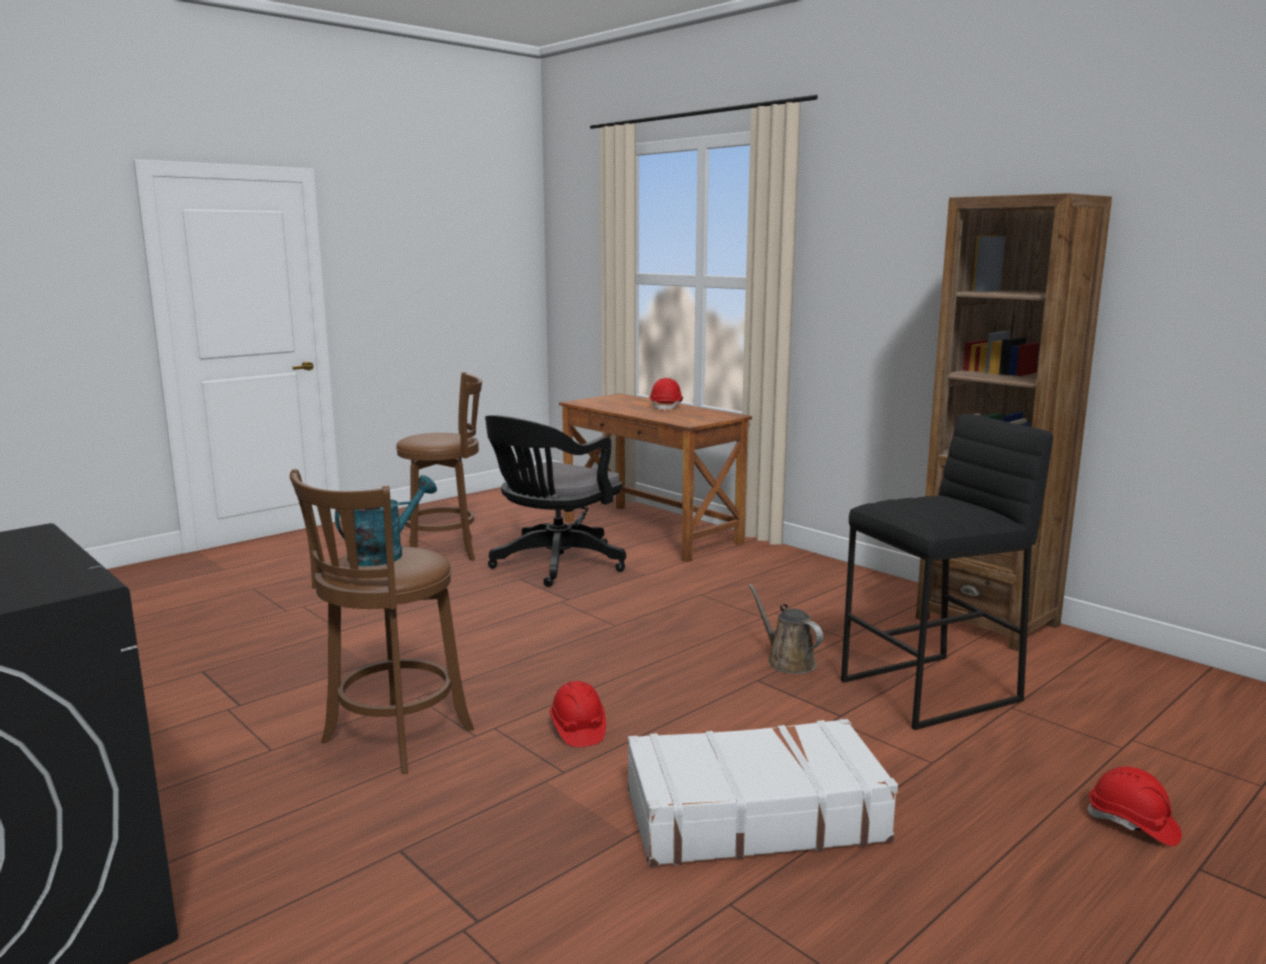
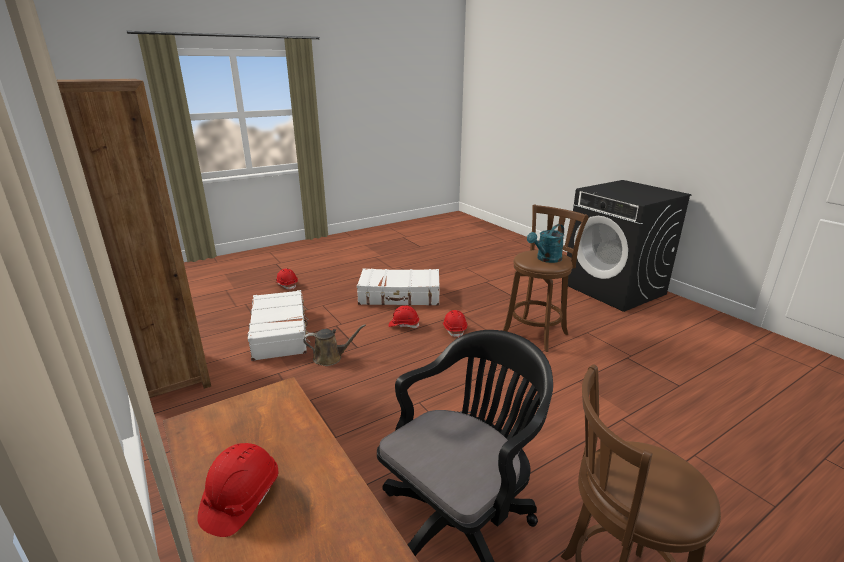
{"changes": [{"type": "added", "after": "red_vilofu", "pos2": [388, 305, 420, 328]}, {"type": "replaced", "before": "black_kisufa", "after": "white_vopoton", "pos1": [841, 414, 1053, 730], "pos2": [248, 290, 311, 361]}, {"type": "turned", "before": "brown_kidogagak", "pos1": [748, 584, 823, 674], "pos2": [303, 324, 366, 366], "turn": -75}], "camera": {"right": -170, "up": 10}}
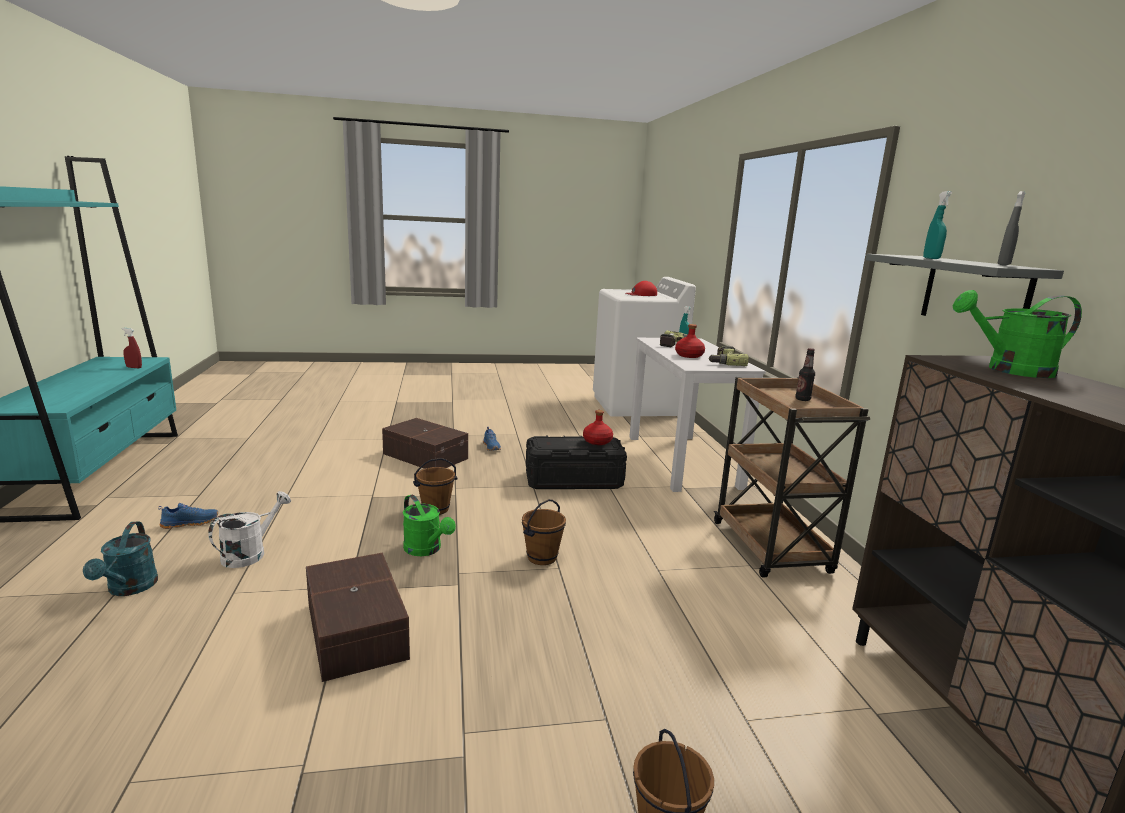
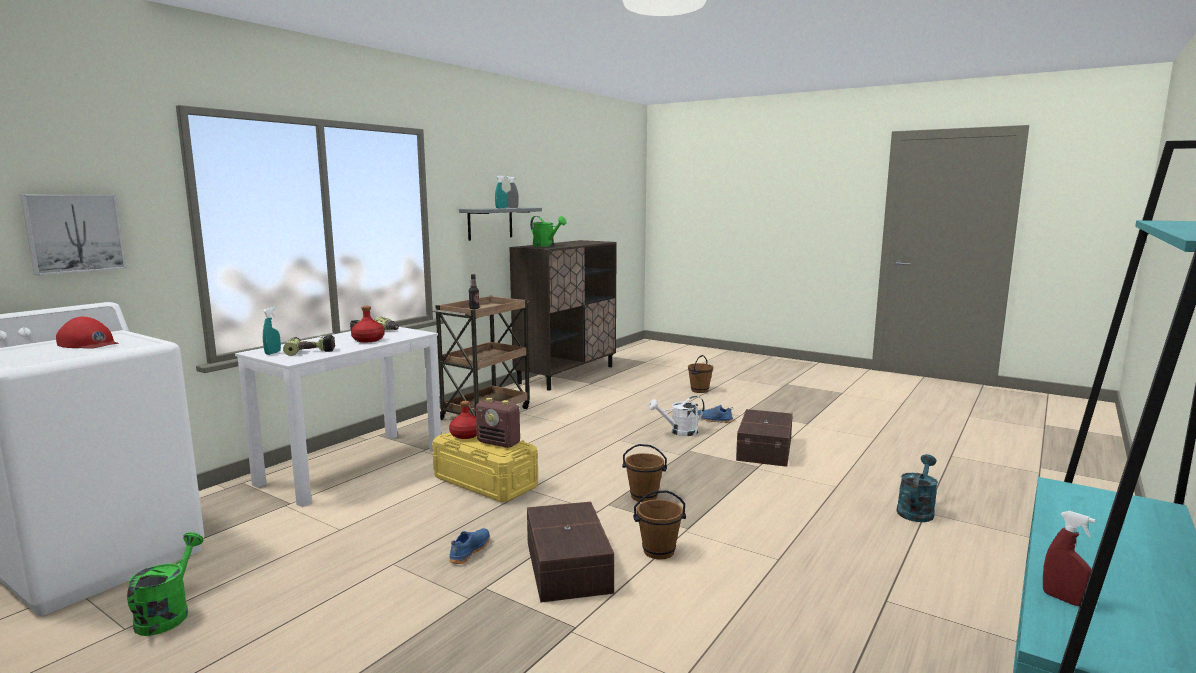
{"changes": [{"type": "added", "after": "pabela", "pos2": [20, 194, 126, 276]}, {"type": "added", "after": "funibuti", "pos2": [476, 398, 520, 448]}, {"type": "moved", "before": "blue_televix", "pos1": [158, 503, 218, 529], "pos2": [697, 405, 733, 423]}, {"type": "moved", "before": "white_kidogagak", "pos1": [208, 491, 291, 568], "pos2": [649, 396, 705, 436]}, {"type": "moved", "before": "green_kidogagak", "pos1": [403, 495, 456, 556], "pos2": [127, 532, 204, 636]}, {"type": "moved", "before": "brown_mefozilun", "pos1": [522, 499, 566, 565], "pos2": [633, 490, 686, 559]}, {"type": "recoloured", "before": "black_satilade", "after": "yellow_satilade", "pos1": [526, 436, 627, 489], "pos2": [432, 432, 538, 502]}], "camera": {"right": -135, "up": -5}}
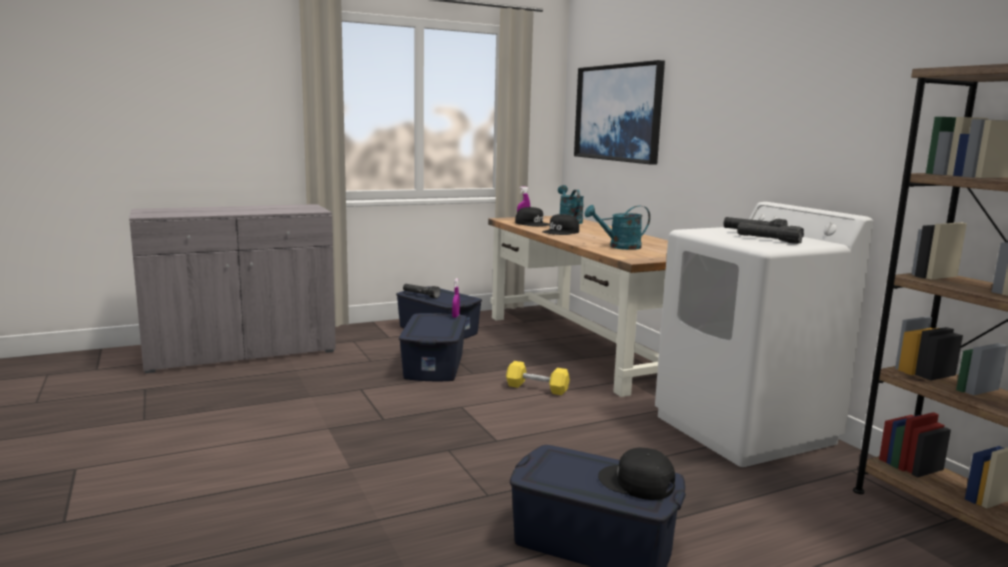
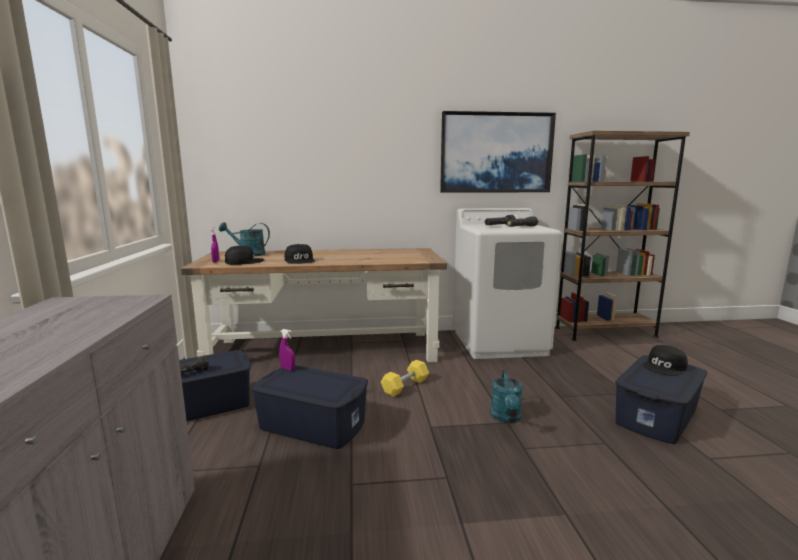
{"changes": [{"type": "moved", "before": "pabela", "pos1": [574, 60, 665, 165], "pos2": [440, 111, 556, 193]}, {"type": "moved", "before": "turquoise_kidogagak", "pos1": [585, 205, 650, 250], "pos2": [491, 369, 523, 423]}], "camera": {"right": -70, "up": 0}}
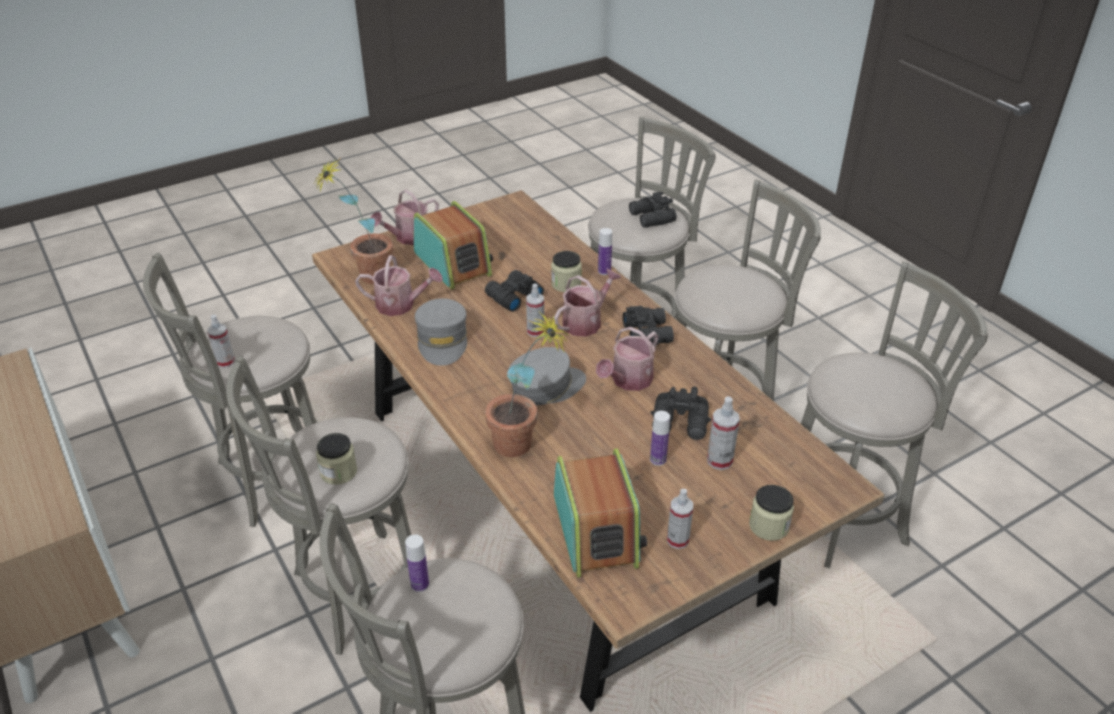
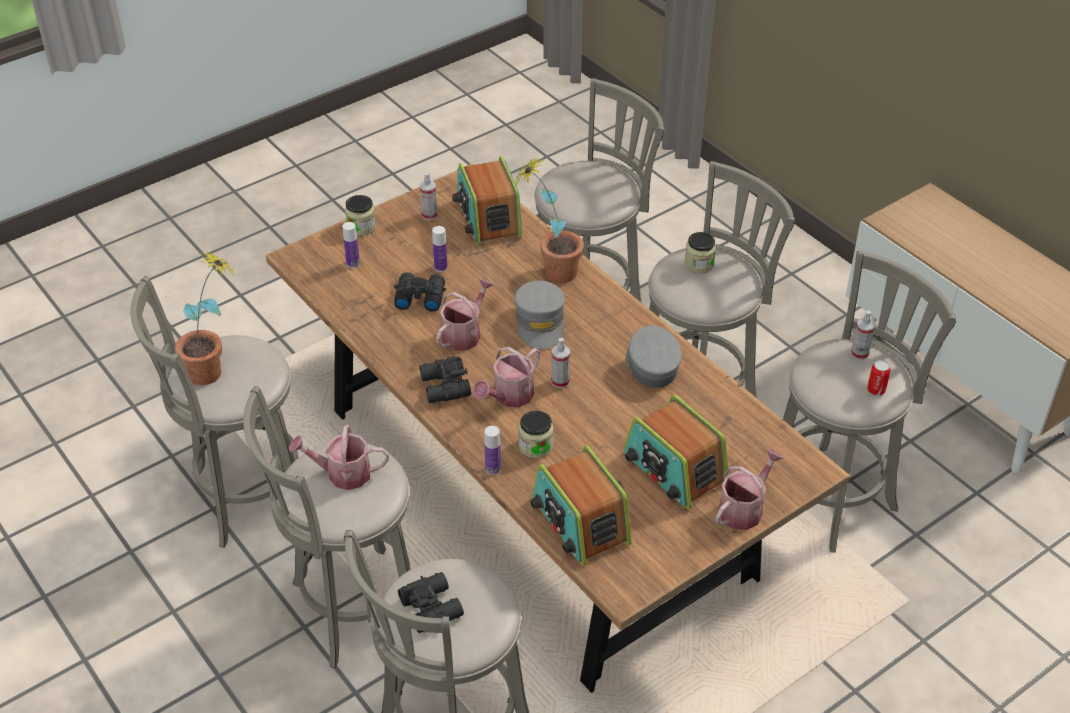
{"changes": [{"type": "removed", "before": "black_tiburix", "pos1": [485, 270, 544, 312]}, {"type": "removed", "before": "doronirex", "pos1": [707, 396, 740, 470]}, {"type": "added", "after": "funibuti", "pos2": [530, 445, 631, 565]}, {"type": "added", "after": "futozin", "pos2": [867, 360, 891, 395]}, {"type": "moved", "before": "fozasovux", "pos1": [313, 159, 393, 284], "pos2": [175, 250, 235, 385]}, {"type": "moved", "before": "kidogagak", "pos1": [355, 255, 443, 316], "pos2": [289, 425, 389, 490]}, {"type": "moved", "before": "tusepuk", "pos1": [405, 534, 429, 592], "pos2": [342, 222, 360, 268]}, {"type": "turned", "before": "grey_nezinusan", "pos1": [509, 347, 586, 405], "pos2": [515, 280, 565, 350], "turn": -60}], "camera": {"right": 175, "up": 5}}
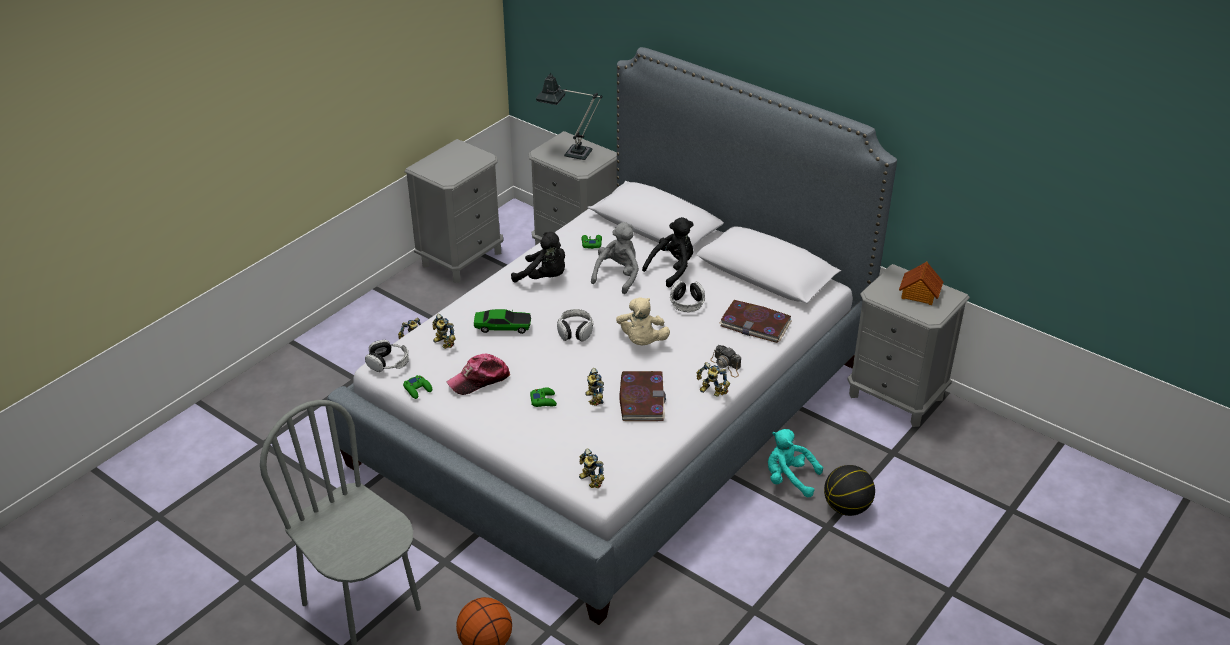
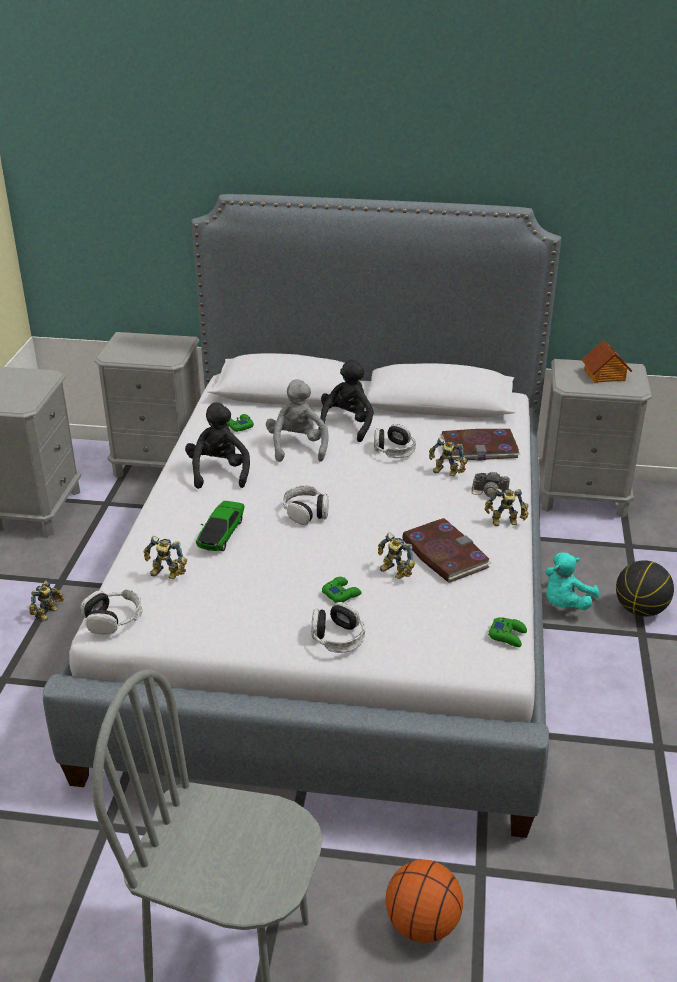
{"changes": [{"type": "removed", "before": "nezinusan", "pos1": [447, 354, 510, 395]}, {"type": "removed", "before": "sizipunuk", "pos1": [536, 73, 602, 160]}, {"type": "removed", "before": "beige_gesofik", "pos1": [616, 297, 670, 345]}, {"type": "added", "after": "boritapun", "pos2": [311, 602, 365, 653]}, {"type": "moved", "before": "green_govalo", "pos1": [403, 375, 432, 399], "pos2": [488, 617, 527, 647]}, {"type": "moved", "before": "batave", "pos1": [579, 449, 605, 488], "pos2": [429, 438, 467, 476]}, {"type": "turned", "before": "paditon", "pos1": [474, 309, 531, 334], "pos2": [196, 501, 245, 551], "turn": 135}, {"type": "turned", "before": "black_gesofik", "pos1": [511, 232, 565, 283], "pos2": [185, 402, 250, 489], "turn": -90}, {"type": "turned", "before": "turquoise_gesofik", "pos1": [768, 429, 823, 498], "pos2": [545, 553, 599, 610], "turn": -45}], "camera": {"right": -30, "up": -5}}
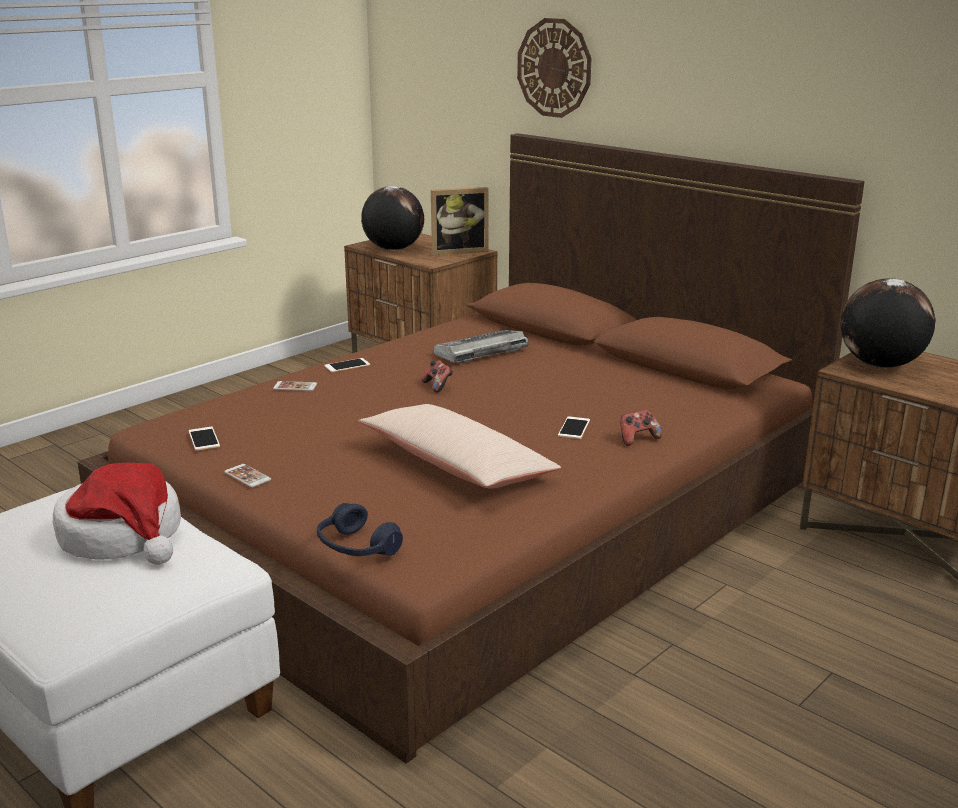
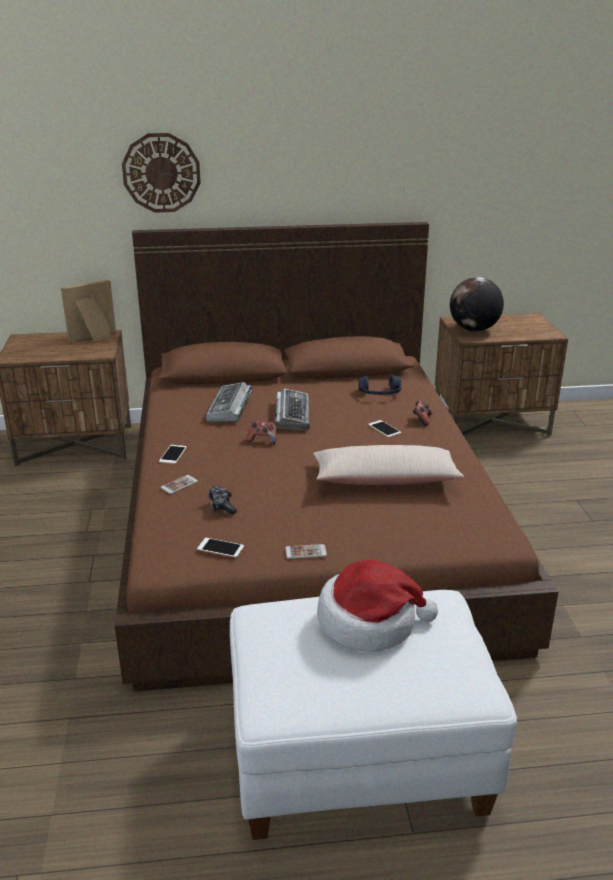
{"changes": [{"type": "removed", "before": "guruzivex", "pos1": [361, 186, 424, 250]}, {"type": "added", "after": "govalo", "pos2": [208, 486, 237, 515]}, {"type": "added", "after": "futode", "pos2": [274, 388, 310, 430]}, {"type": "moved", "before": "blue_boritapun", "pos1": [317, 503, 403, 556], "pos2": [359, 375, 401, 395]}, {"type": "turned", "before": "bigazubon", "pos1": [431, 187, 489, 255], "pos2": [61, 280, 116, 343], "turn": -150}], "camera": {"right": -50, "up": 5}}
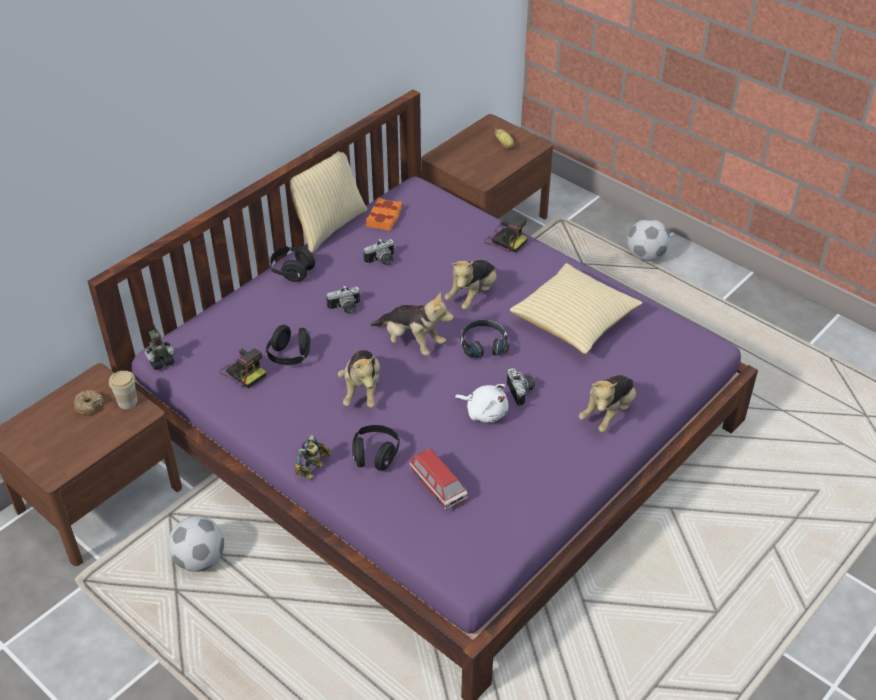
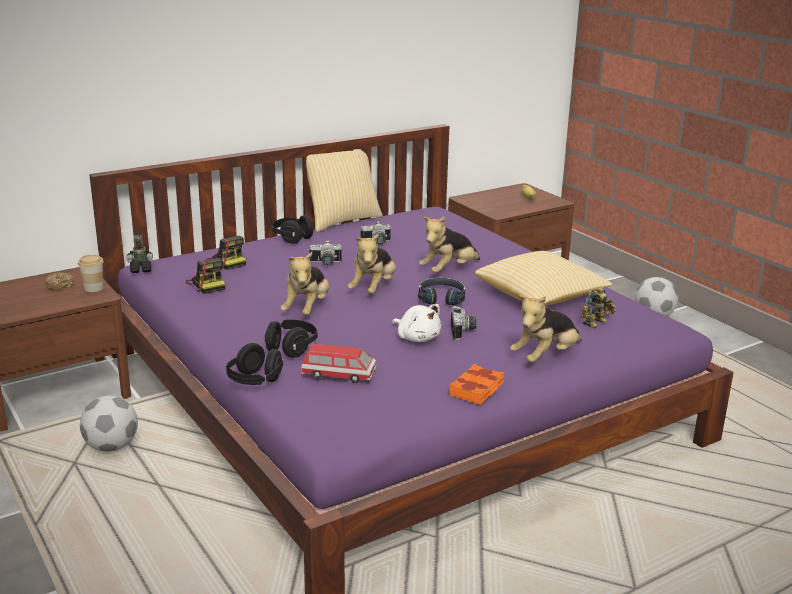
{"changes": [{"type": "moved", "before": "black_boritapun", "pos1": [265, 325, 310, 365], "pos2": [226, 343, 283, 385]}, {"type": "moved", "before": "batave", "pos1": [294, 435, 331, 481], "pos2": [581, 287, 616, 328]}, {"type": "moved", "before": "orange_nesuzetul", "pos1": [366, 198, 402, 231], "pos2": [449, 364, 504, 405]}, {"type": "moved", "before": "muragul", "pos1": [484, 217, 528, 253], "pos2": [206, 236, 246, 270]}, {"type": "turned", "before": "gesofik", "pos1": [370, 292, 454, 356], "pos2": [348, 233, 396, 294], "turn": 60}, {"type": "turned", "before": "paditon", "pos1": [410, 448, 469, 510], "pos2": [301, 344, 377, 383], "turn": -60}], "camera": {"right": 15, "up": -20}}
